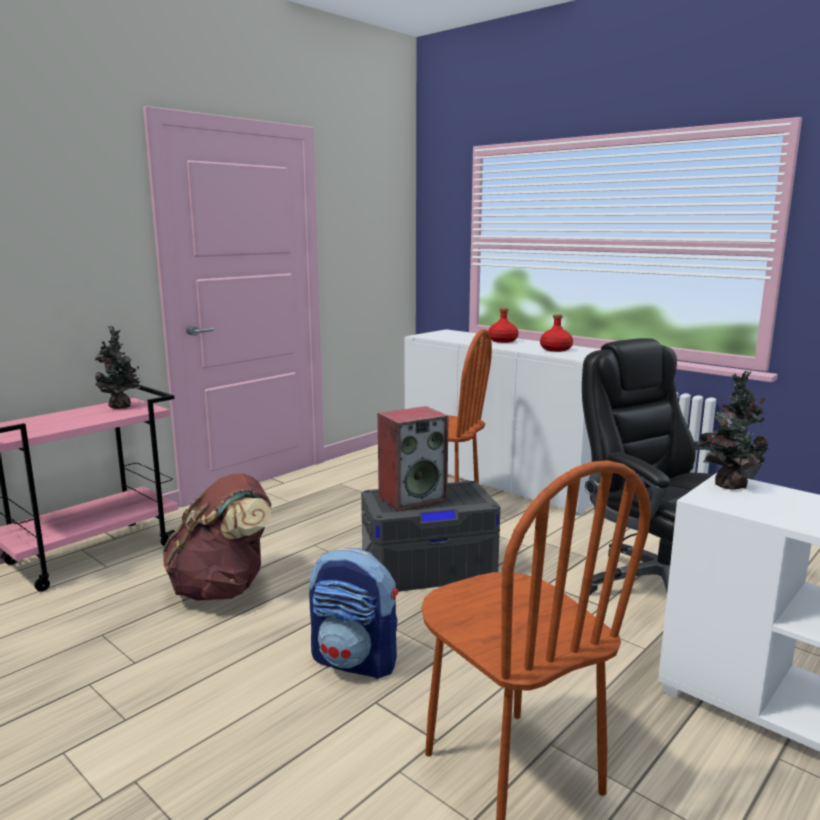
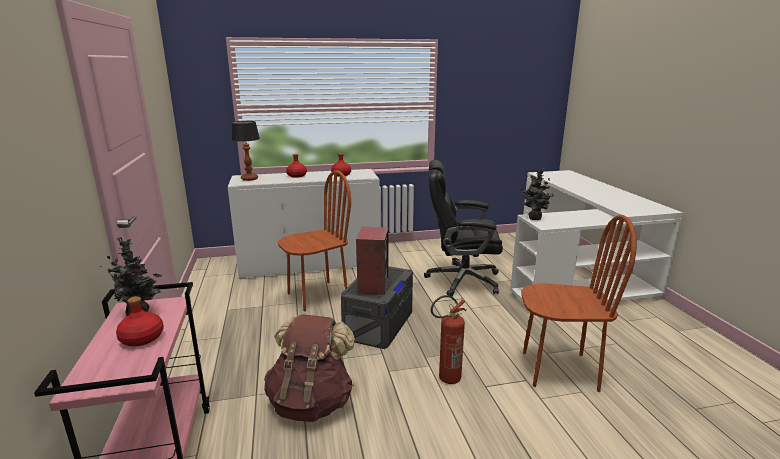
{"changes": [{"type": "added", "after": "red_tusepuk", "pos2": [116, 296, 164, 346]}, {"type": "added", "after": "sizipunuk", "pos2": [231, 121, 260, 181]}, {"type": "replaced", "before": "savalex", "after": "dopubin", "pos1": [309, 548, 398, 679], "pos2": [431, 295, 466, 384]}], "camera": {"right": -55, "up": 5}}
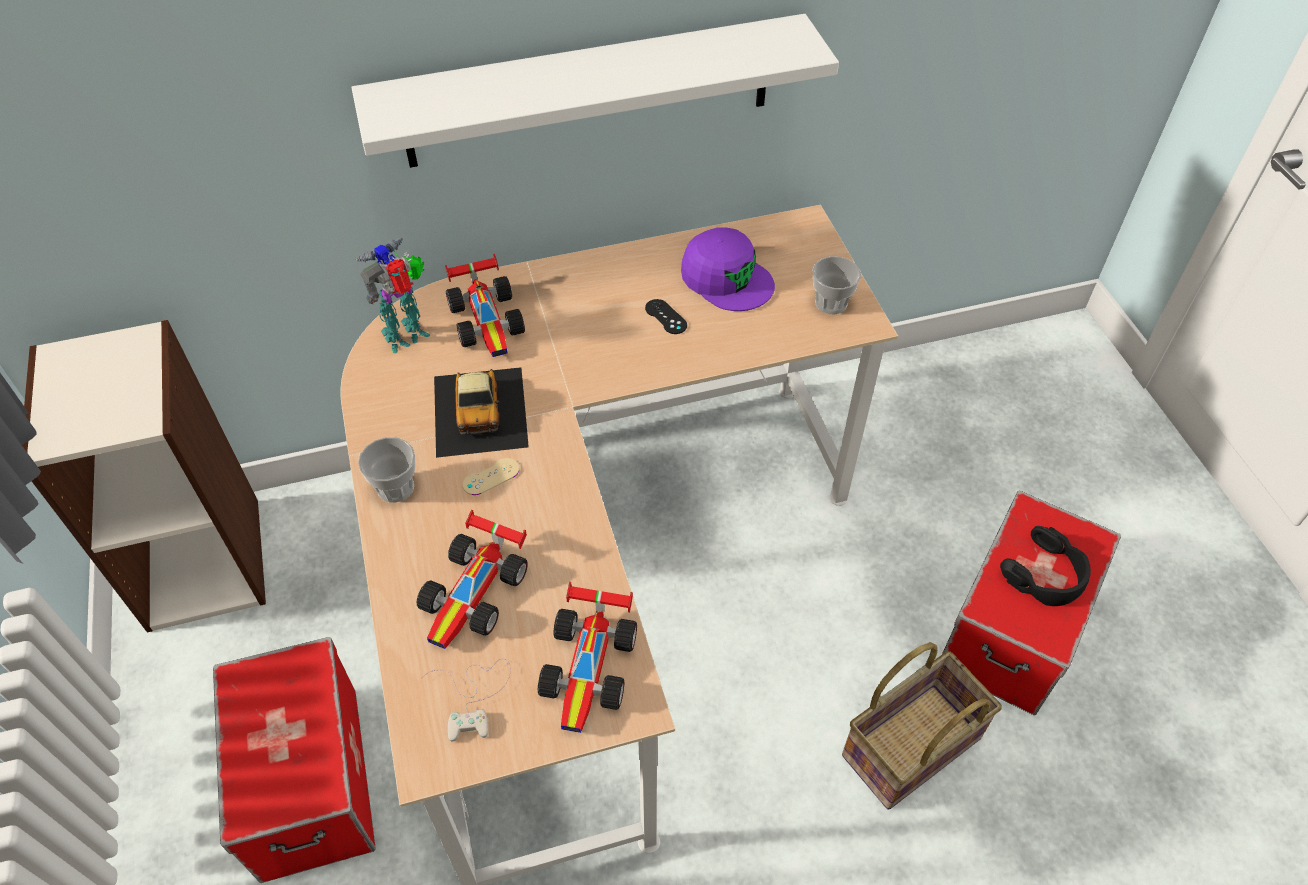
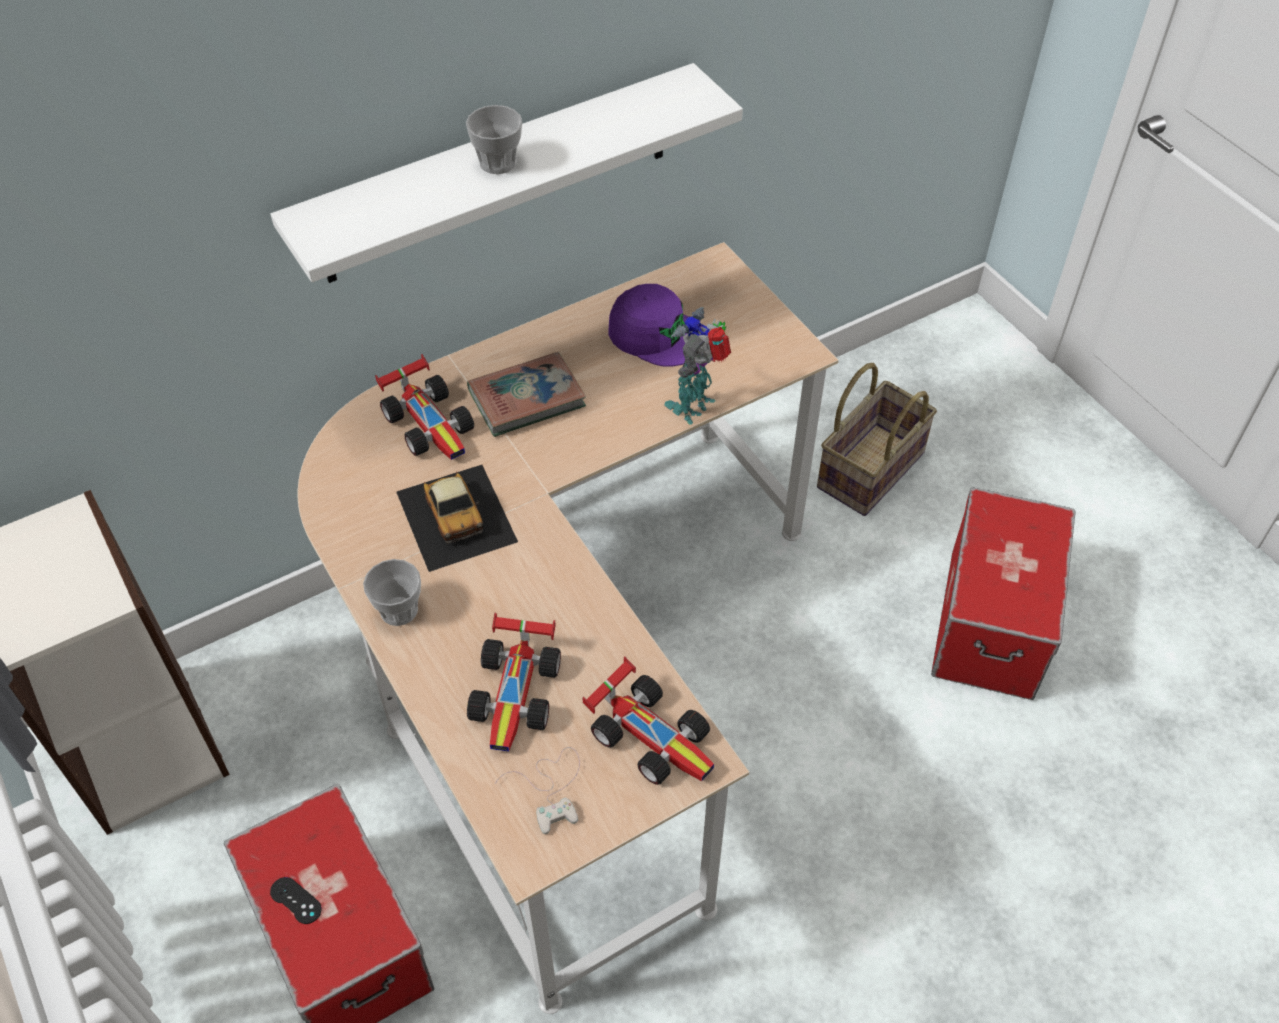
{"changes": [{"type": "removed", "before": "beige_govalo", "pos1": [462, 458, 520, 495]}, {"type": "removed", "before": "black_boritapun", "pos1": [1000, 526, 1091, 606]}, {"type": "added", "after": "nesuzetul", "pos2": [467, 352, 586, 437]}, {"type": "moved", "before": "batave", "pos1": [355, 238, 430, 353], "pos2": [664, 307, 731, 424]}, {"type": "moved", "before": "black_govalo", "pos1": [645, 299, 687, 334], "pos2": [270, 877, 322, 924]}, {"type": "moved", "before": "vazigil", "pos1": [813, 256, 861, 314], "pos2": [466, 105, 522, 174]}, {"type": "moved", "before": "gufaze", "pos1": [842, 642, 1002, 810], "pos2": [817, 363, 937, 516]}, {"type": "turned", "before": "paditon", "pos1": [538, 582, 637, 733], "pos2": [583, 657, 714, 785], "turn": -45}], "camera": {"right": -15, "up": 0}}
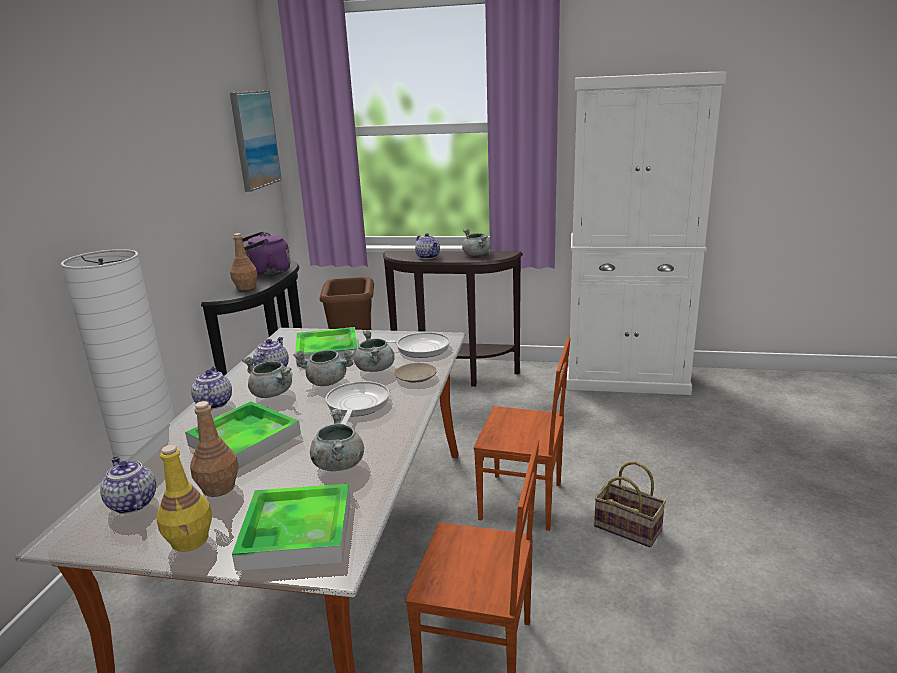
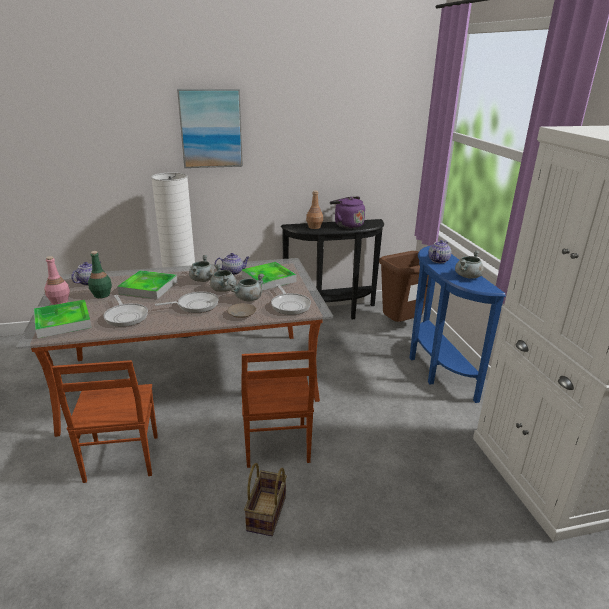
{"changes": [{"type": "removed", "before": "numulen", "pos1": [191, 367, 232, 409]}, {"type": "moved", "before": "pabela", "pos1": [230, 90, 282, 192], "pos2": [177, 89, 243, 168]}, {"type": "replaced", "before": "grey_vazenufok", "after": "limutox", "pos1": [310, 409, 364, 471], "pos2": [104, 295, 148, 327]}, {"type": "recoloured", "before": "yellow_tusepuk", "after": "pink_tusepuk", "pos1": [157, 445, 212, 552], "pos2": [44, 256, 70, 305]}, {"type": "recoloured", "before": "brown_tusepuk", "after": "green_tusepuk", "pos1": [190, 401, 239, 497], "pos2": [88, 251, 112, 298]}, {"type": "recoloured", "before": "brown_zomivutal", "after": "blue_zomivutal", "pos1": [383, 251, 523, 387], "pos2": [409, 246, 506, 403]}], "camera": {"right": 65, "up": 5}}
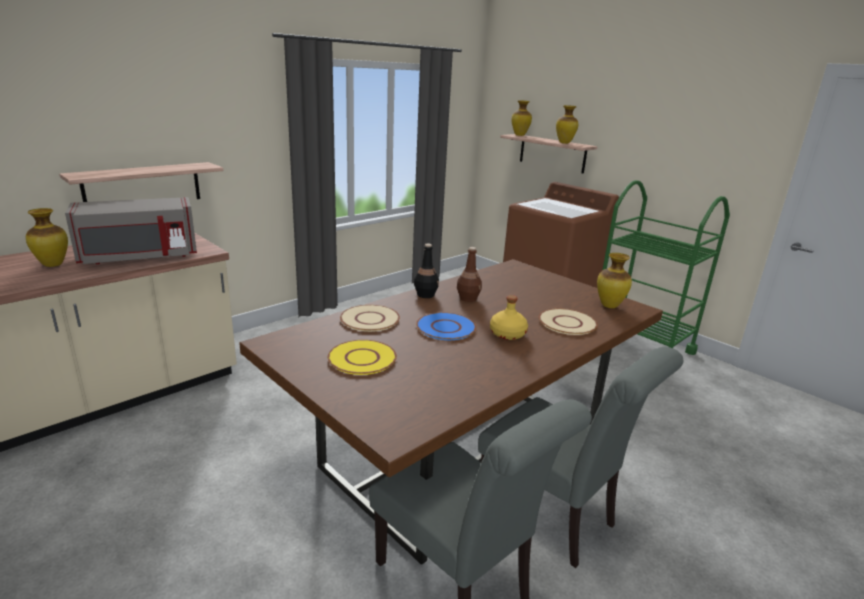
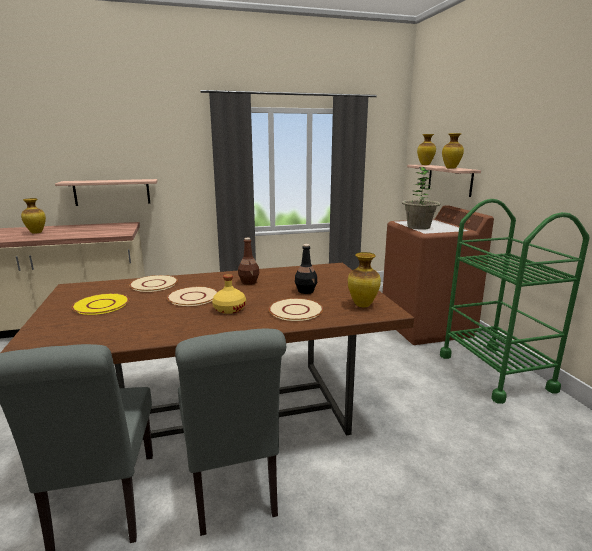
{"changes": [{"type": "removed", "before": "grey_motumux", "pos1": [65, 197, 197, 264]}, {"type": "added", "after": "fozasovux", "pos2": [402, 167, 441, 230]}, {"type": "moved", "before": "black_tusepuk", "pos1": [414, 244, 439, 298], "pos2": [295, 244, 317, 294]}, {"type": "recoloured", "before": "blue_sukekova", "after": "beige_sukekova", "pos1": [416, 312, 476, 340], "pos2": [167, 287, 218, 306]}], "camera": {"right": 30, "up": -5}}
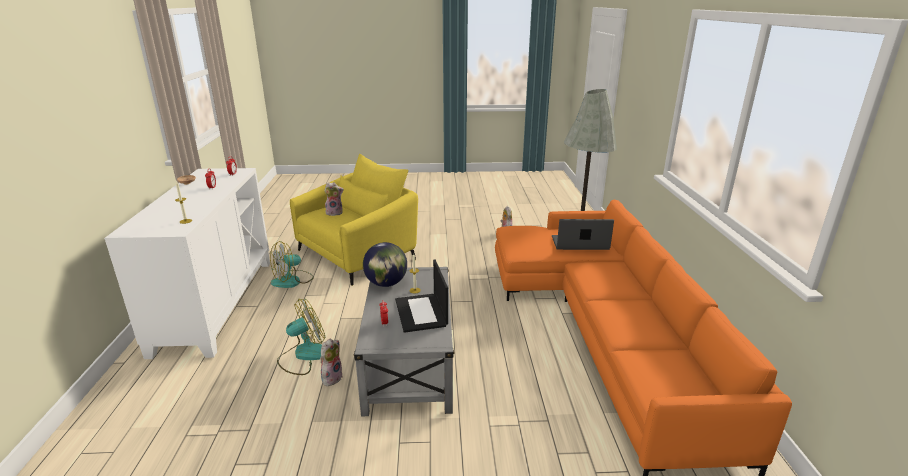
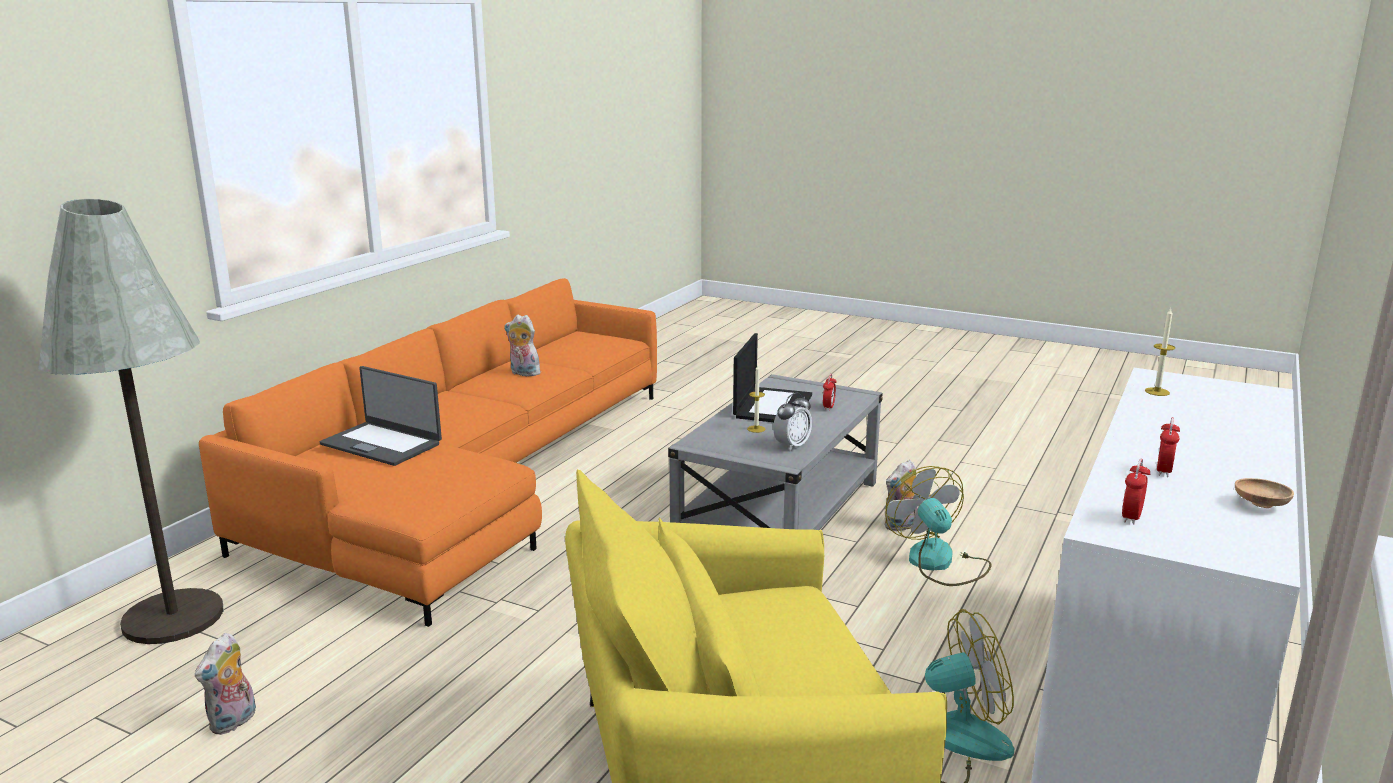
{"changes": [{"type": "moved", "before": "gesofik", "pos1": [324, 182, 344, 216], "pos2": [505, 315, 540, 377]}, {"type": "replaced", "before": "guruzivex", "after": "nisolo", "pos1": [363, 242, 407, 287], "pos2": [773, 393, 812, 451]}, {"type": "turned", "before": "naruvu", "pos1": [277, 299, 325, 375], "pos2": [885, 466, 992, 586], "turn": 75}], "camera": {"right": -150, "up": -5}}
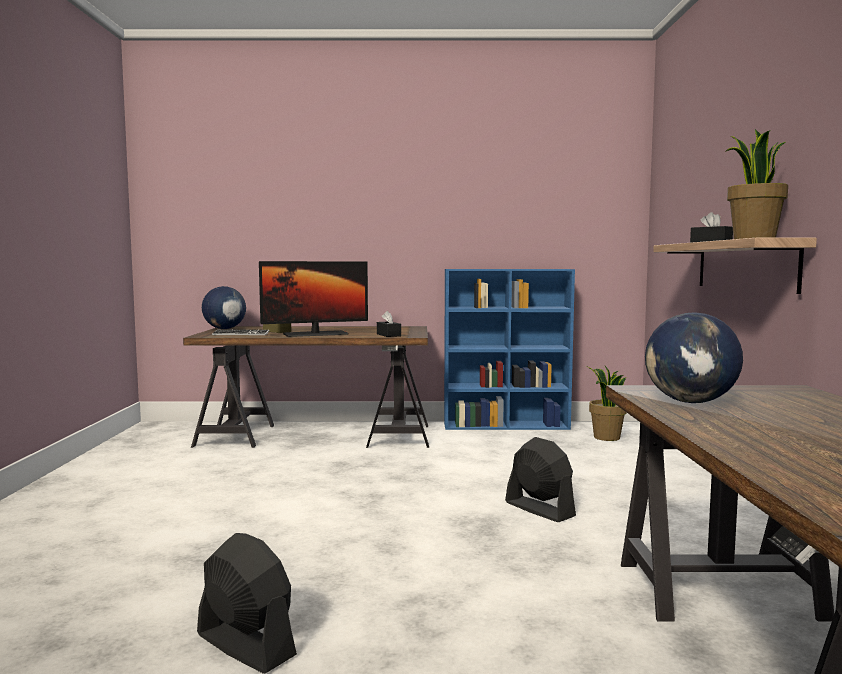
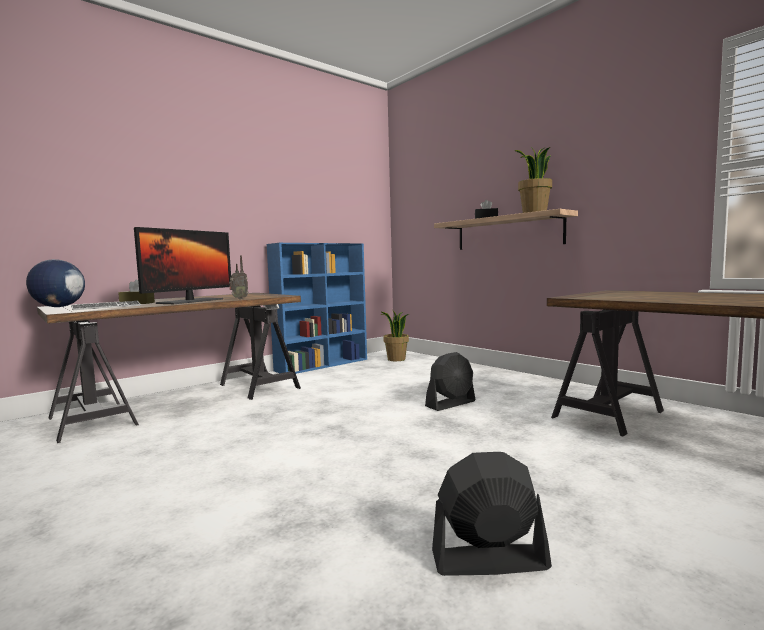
{"changes": [{"type": "removed", "before": "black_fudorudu", "pos1": [377, 311, 401, 337]}, {"type": "removed", "before": "guruzivex", "pos1": [645, 312, 743, 403]}, {"type": "added", "after": "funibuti", "pos2": [229, 255, 248, 299]}, {"type": "turned", "before": "black_naruvu", "pos1": [505, 437, 576, 522], "pos2": [425, 352, 476, 411], "turn": 135}], "camera": {"right": -40, "up": 0}}
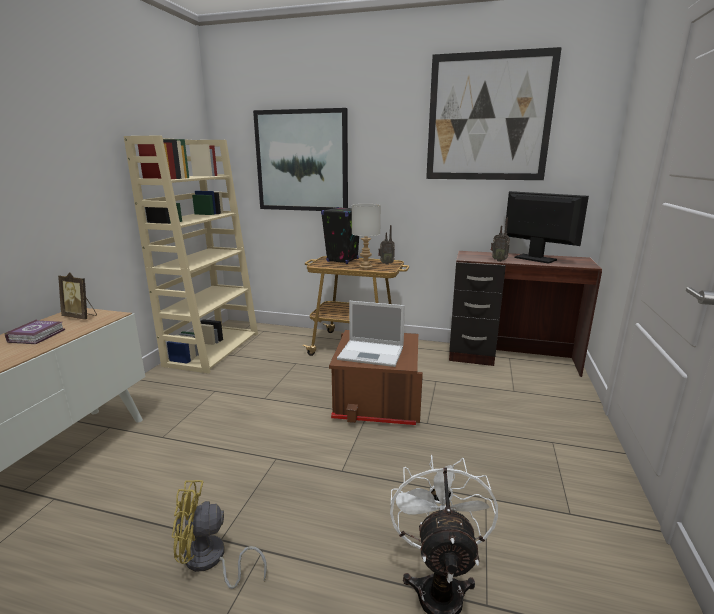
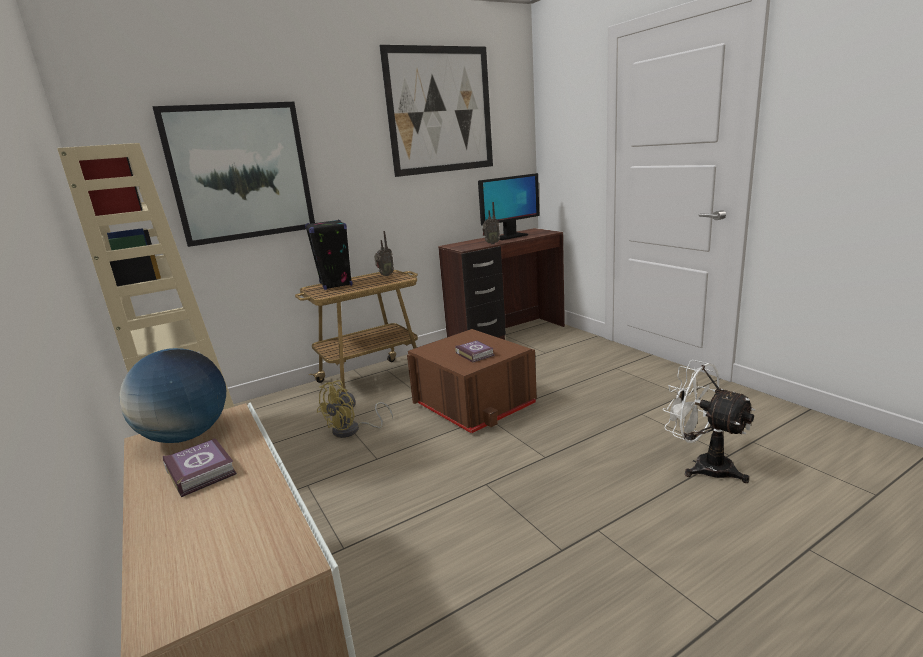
{"changes": [{"type": "removed", "before": "grey_sizipunuk", "pos1": [352, 204, 381, 269]}, {"type": "moved", "before": "yellow_naruvu", "pos1": [172, 480, 267, 589], "pos2": [316, 380, 393, 438]}, {"type": "replaced", "before": "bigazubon", "after": "guruzivex", "pos1": [58, 272, 97, 320], "pos2": [120, 348, 226, 443]}, {"type": "replaced", "before": "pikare", "after": "nesuzetul", "pos1": [337, 301, 405, 367], "pos2": [455, 340, 495, 362]}, {"type": "turned", "before": "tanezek", "pos1": [505, 191, 589, 264], "pos2": [478, 173, 539, 240], "turn": 150}], "camera": {"right": -45, "up": 0}}
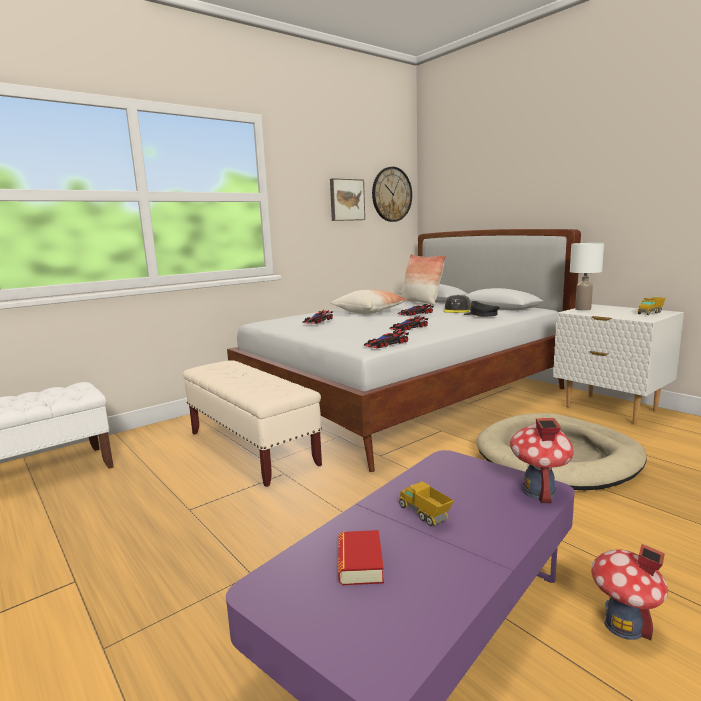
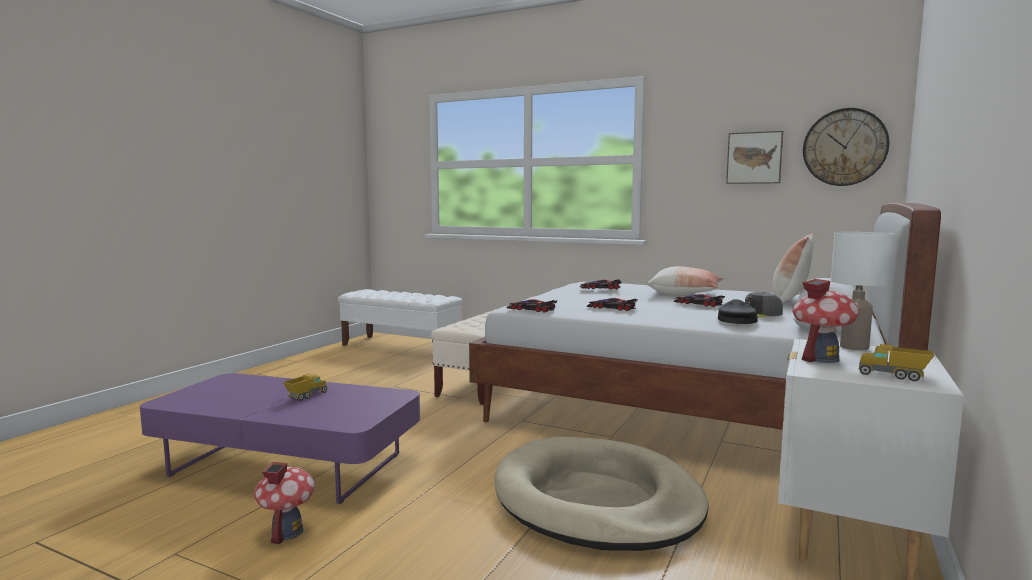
{"changes": [{"type": "removed", "before": "nesuzetul", "pos1": [338, 530, 384, 585]}, {"type": "moved", "before": "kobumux", "pos1": [510, 418, 574, 503], "pos2": [793, 279, 859, 363]}], "camera": {"right": 65, "up": -5}}
